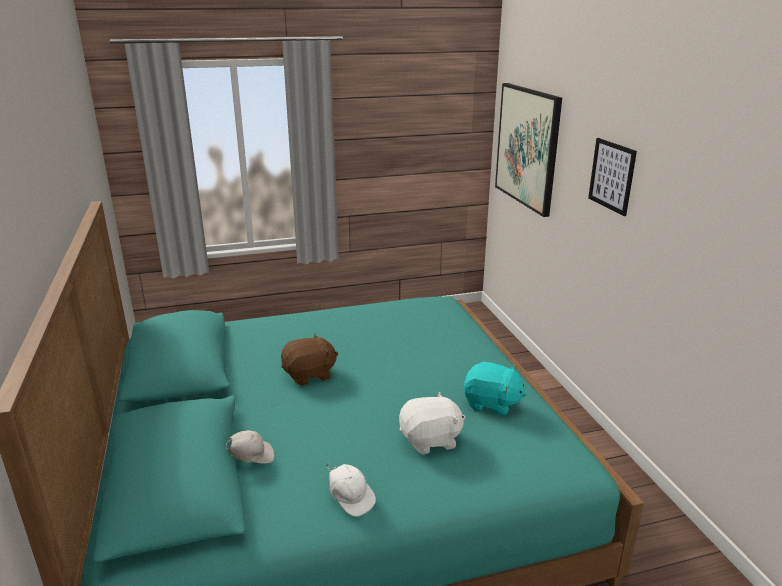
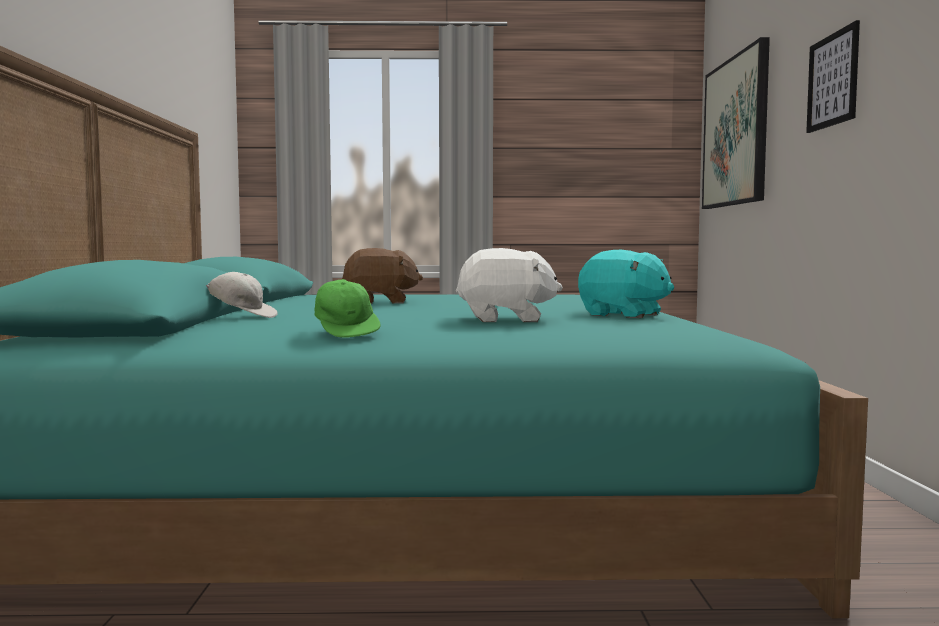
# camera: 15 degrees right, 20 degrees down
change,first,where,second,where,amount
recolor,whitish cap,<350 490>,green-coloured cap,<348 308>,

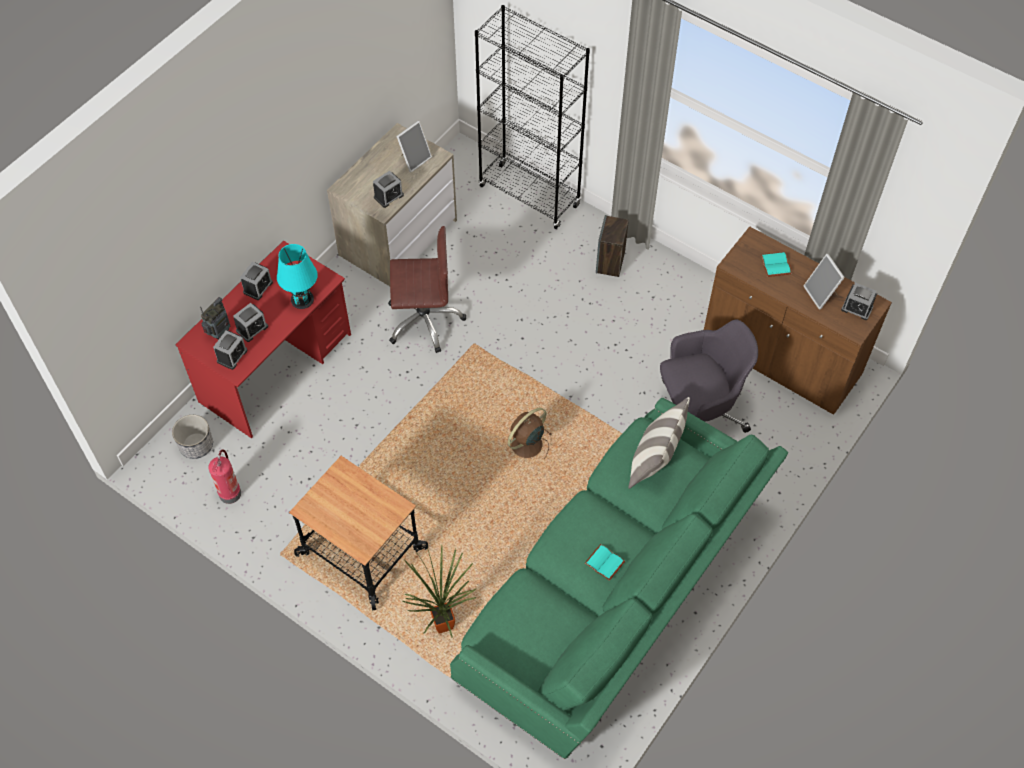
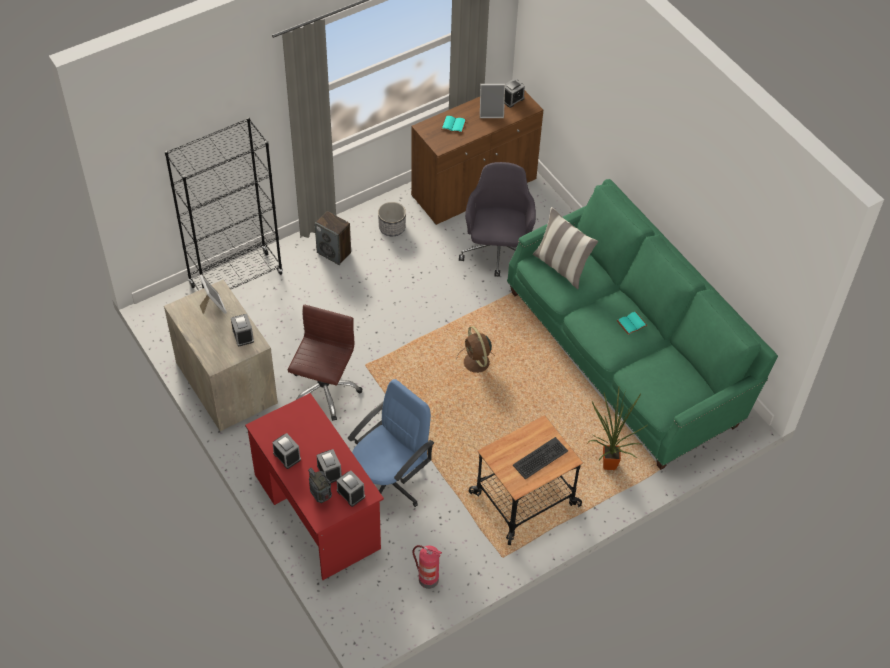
# camera: 70 degrees left, 5 degrees down
change,first,where,second,where,amount
insert,,,bluish desk chair,<391 443>,
move,plant pot,<192 437>,,<392 219>,
insert,,,keyboard,<540 458>,
delete,blue-green table lamp,<297 276>,,,

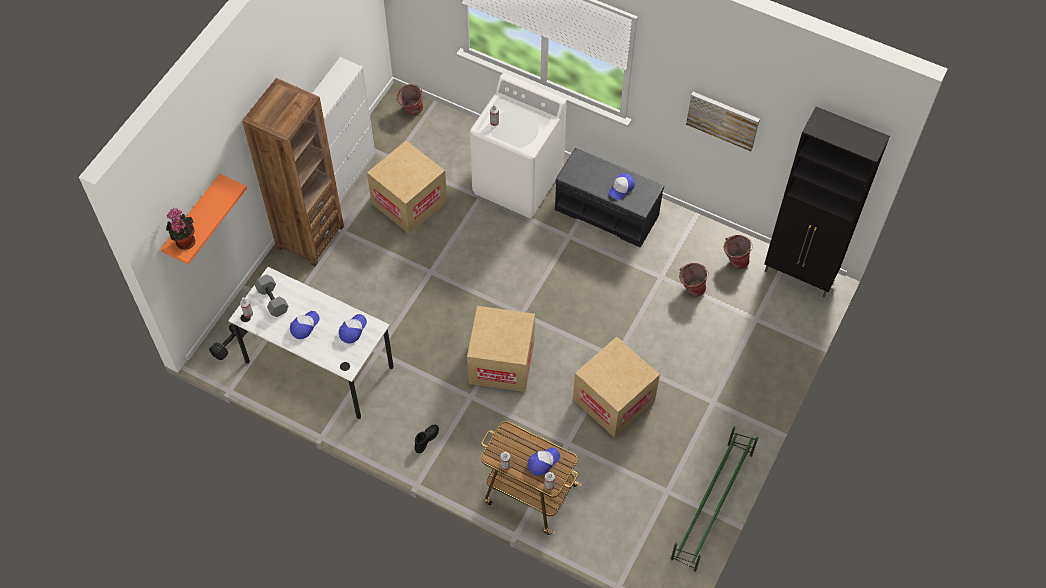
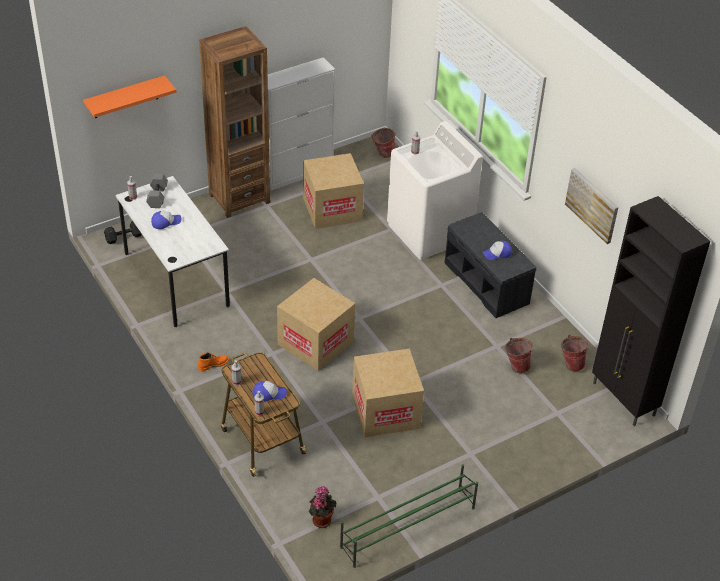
# camera: 30 degrees right, 15 degrees down
change,first,where,second,where,amount
recolor,blackish tall boot,<427 439>,orange-coloured tall boot,<213 361>,
move,houseplant,<180 229>,,<323 507>,
delete,cap,<353 328>,,,

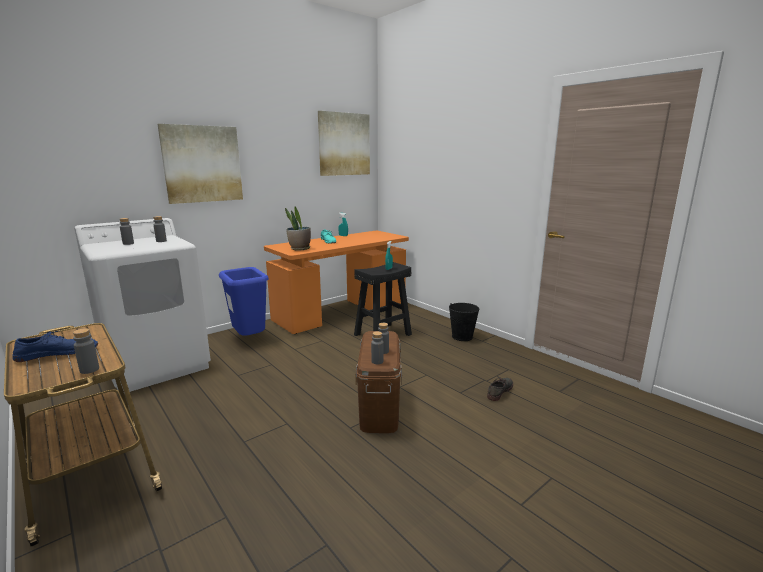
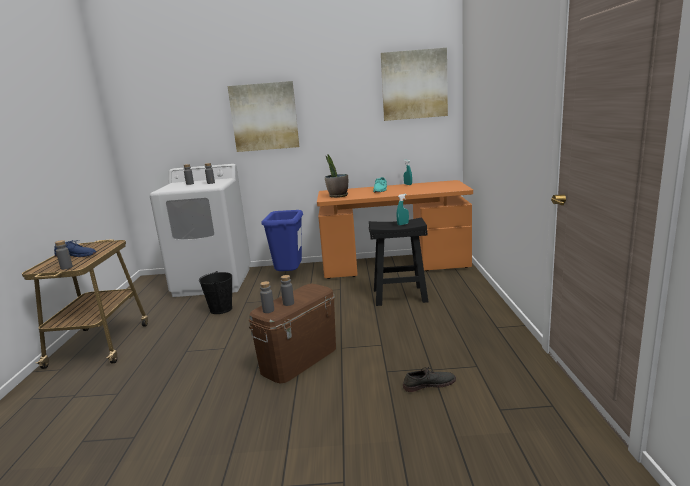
# camera: 40 degrees right, 0 degrees up
change,first,where,second,where,amount
move,blackish bucket,<464 322>,,<215 292>,

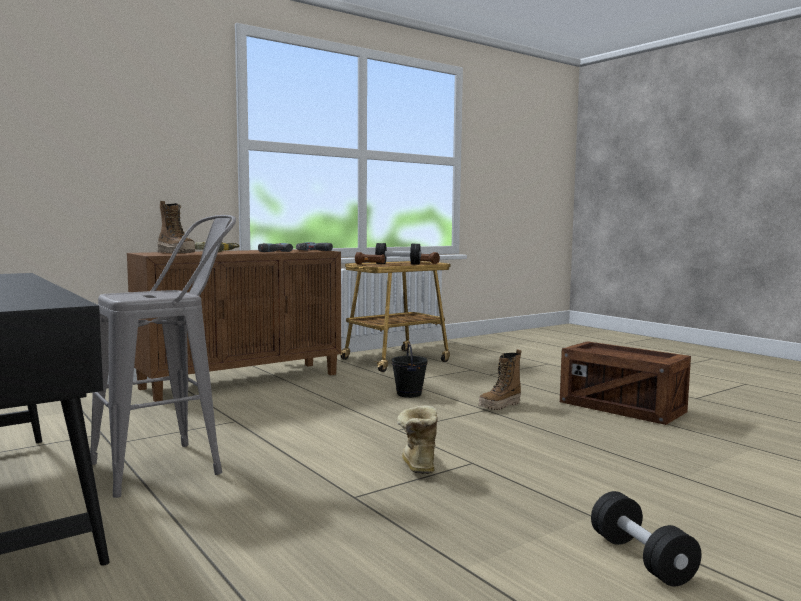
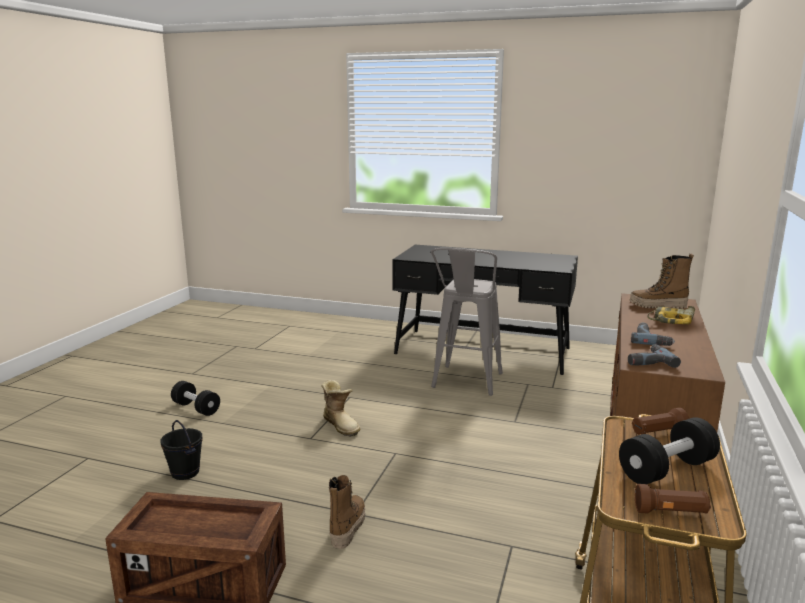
# camera: 145 degrees right, 10 degrees up
change,first,where,second,where,amount
move,blackish bucket,<410 370>,,<181 450>,

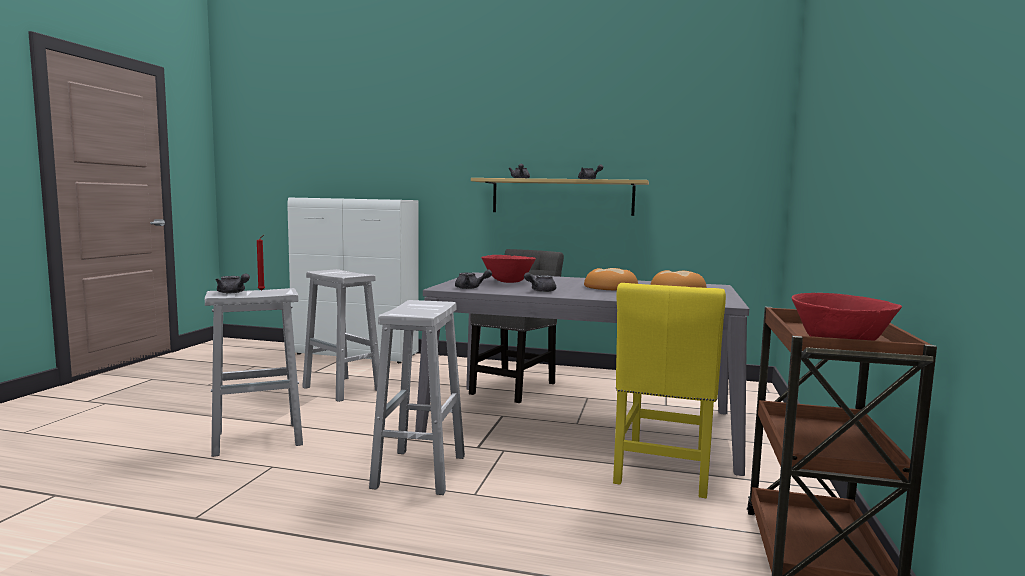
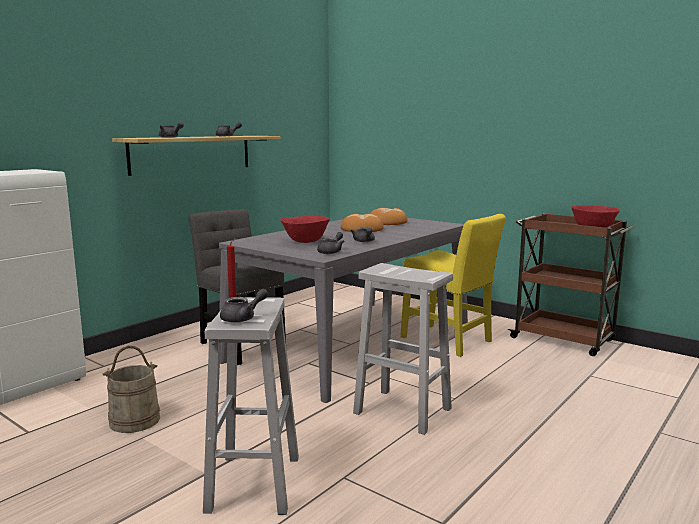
# camera: 65 degrees left, 5 degrees up
change,first,where,second,where,amount
replace,whitish stool seat,<341 335>,beige bucket,<131 389>,

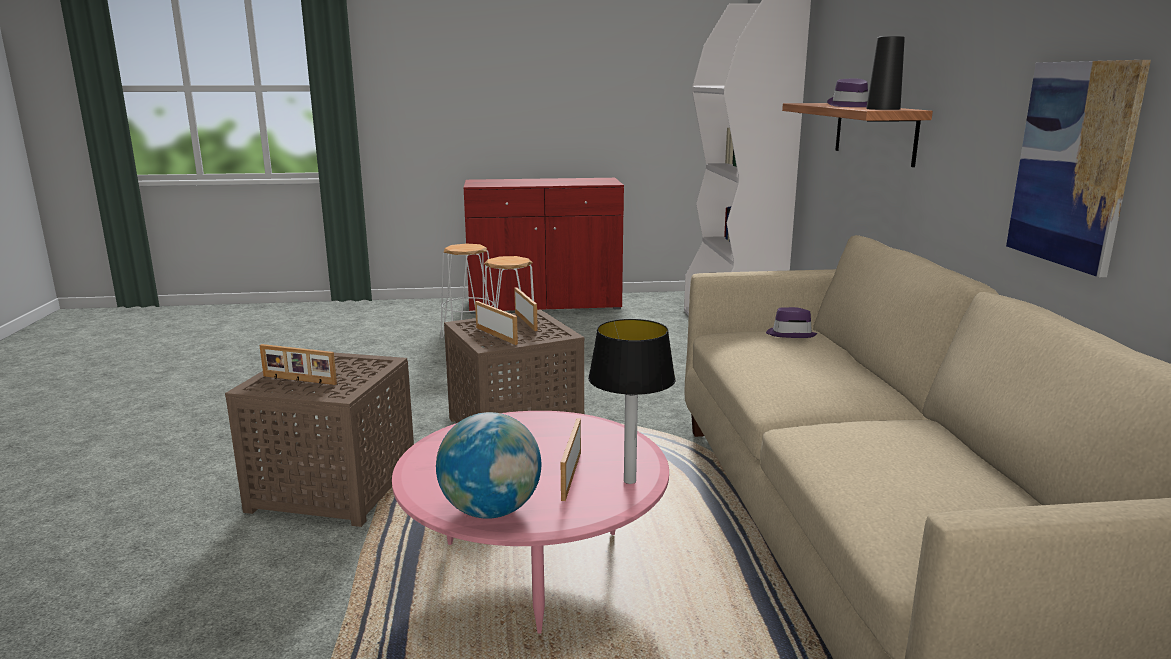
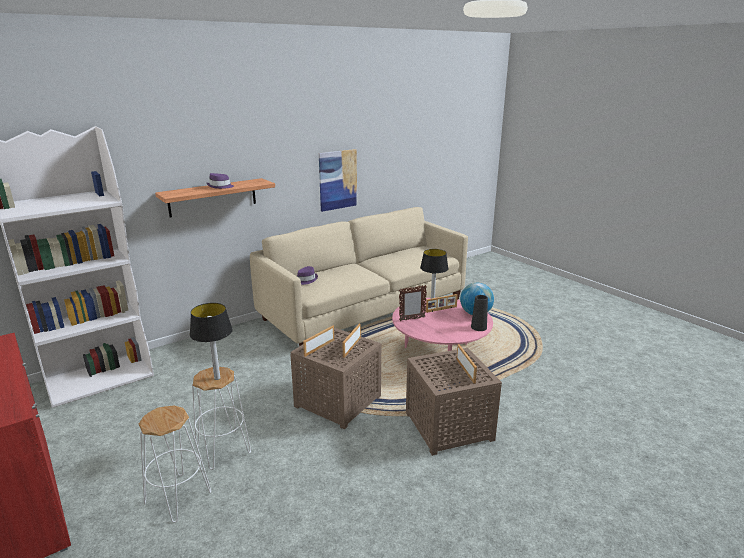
# camera: 120 degrees left, 5 degrees up
change,first,where,second,where,amount
insert,,,table lamp,<211 341>,
insert,,,standing frame,<413 303>,
move,blackish decorative vase,<885 73>,,<479 313>,

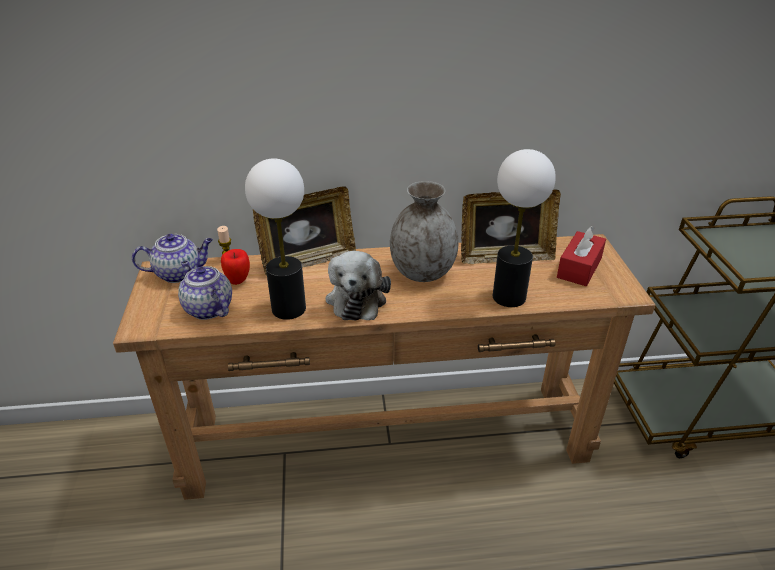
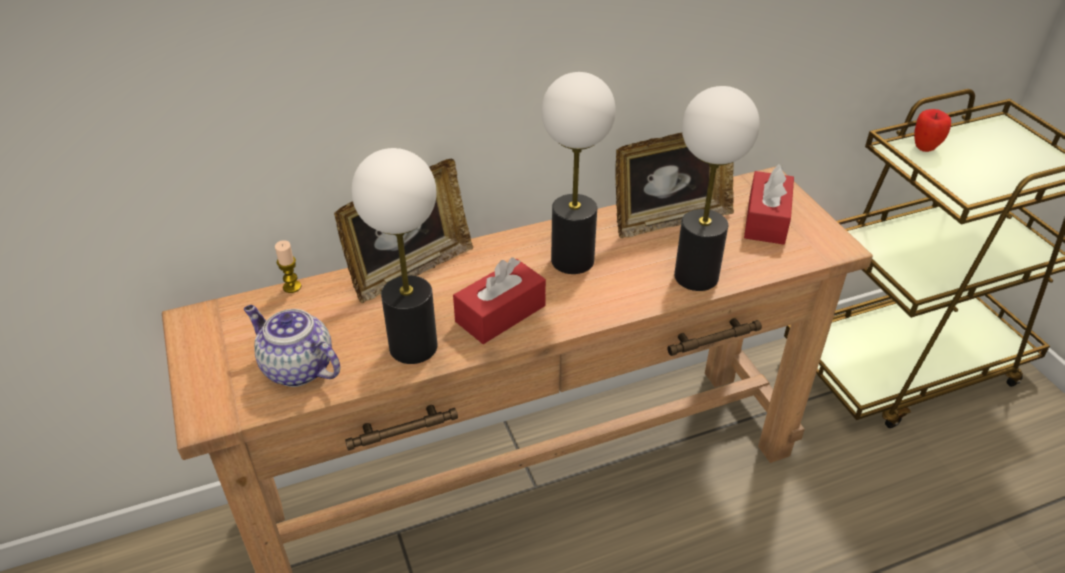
# camera: 15 degrees left, 5 degrees up
change,first,where,second,where,amount
replace,cuddly toy,<358 286>,reddish tissue box,<499 300>,
replace,gray decorative vase,<424 231>,table lamp,<578 173>,
move,whole apple,<235 267>,,<932 130>,
delete,pot for tea,<172 258>,,,

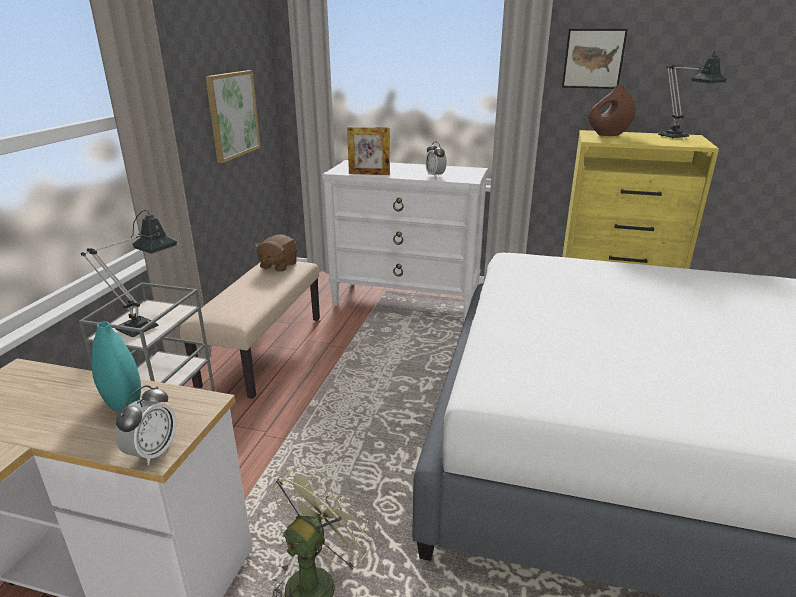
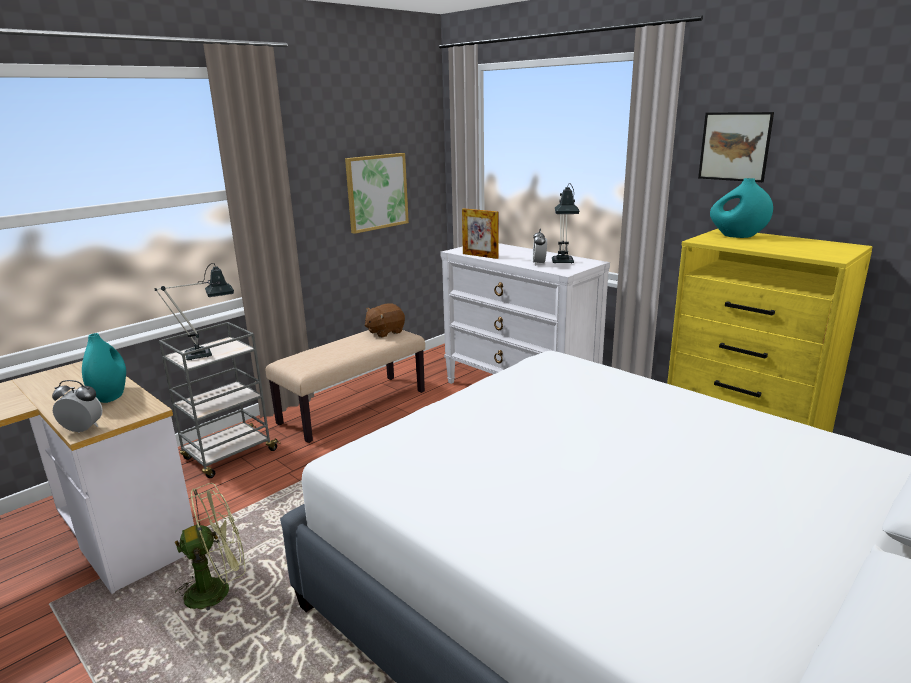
# camera: 30 degrees right, 5 degrees down
change,first,where,second,where,amount
rotate,bedside clock,<145 425>,,<77 406>,135 degrees counterclockwise
move,table lamp,<692 95>,,<566 223>,
recolor,brown-coloured decorative vase,<612 110>,blue-green decorative vase,<741 208>,

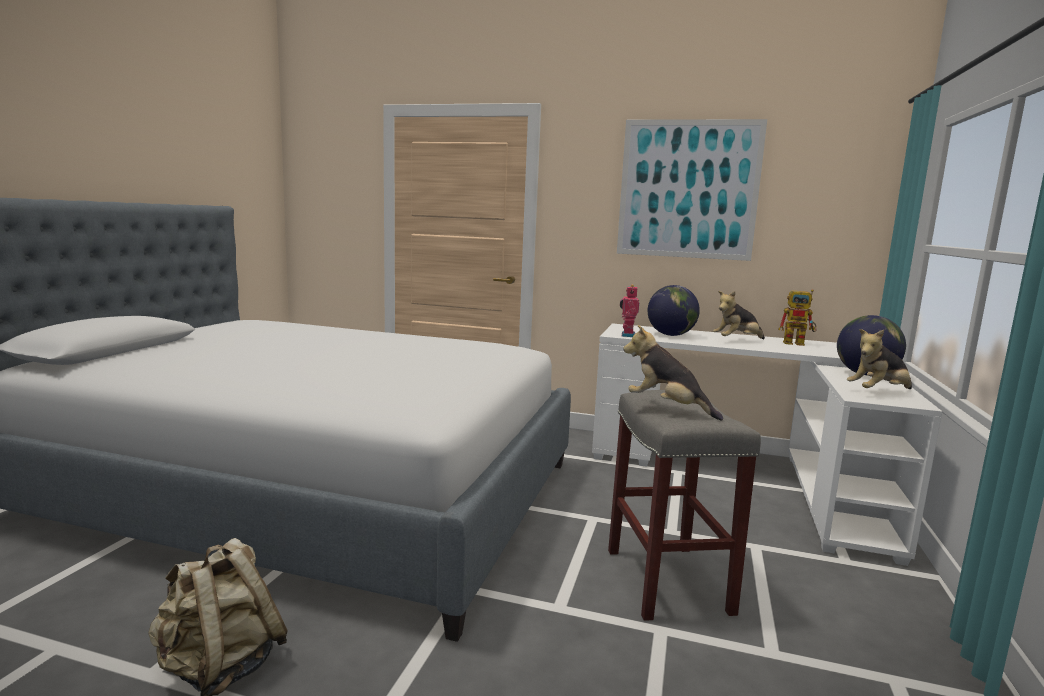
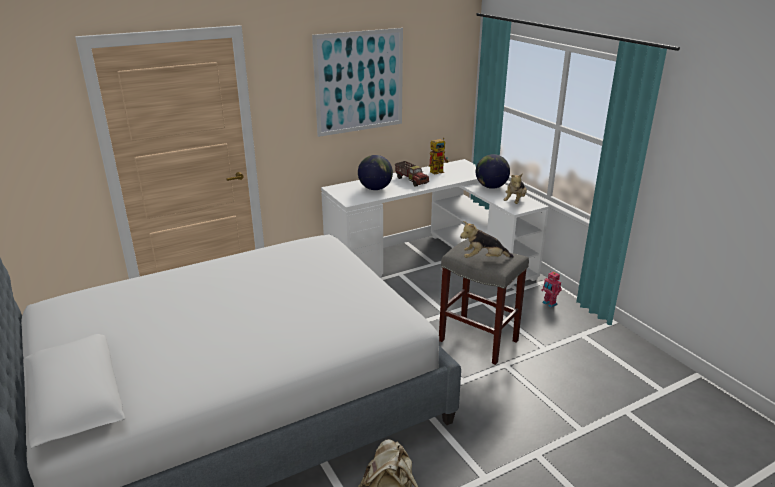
# camera: 45 degrees left, 15 degrees up
change,first,where,second,where,amount
replace,cuddly toy,<739 315>,toy lorry,<412 174>,
move,toy robot,<629 311>,,<551 289>,

